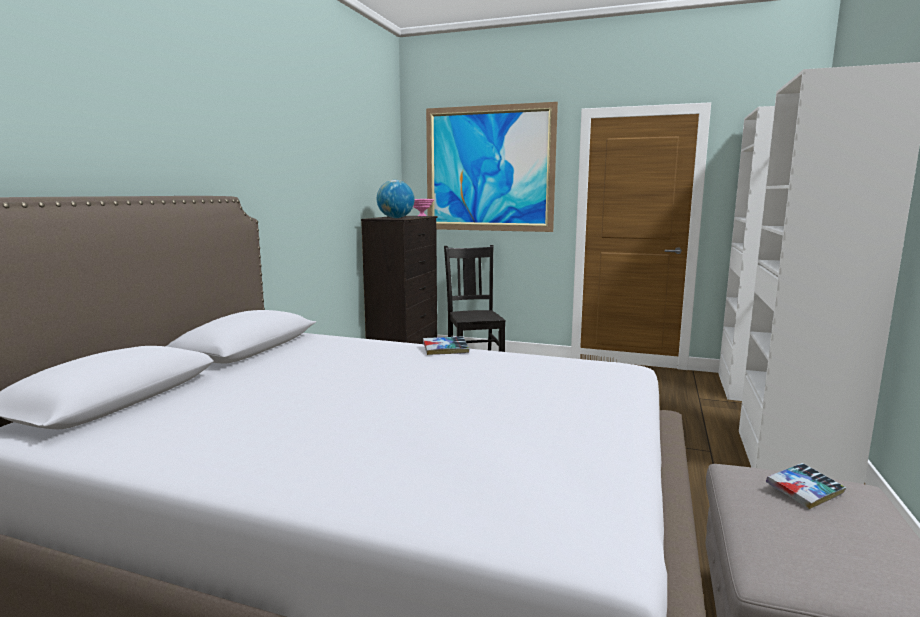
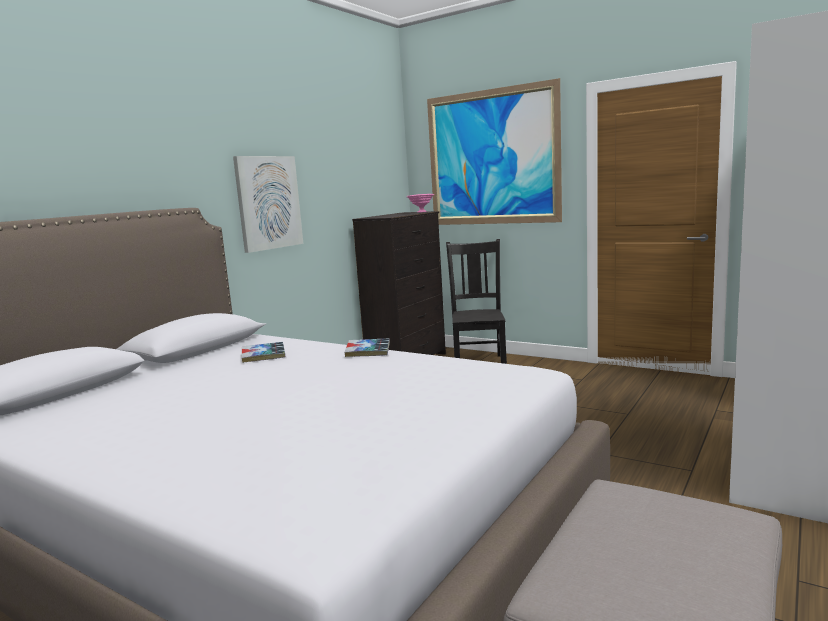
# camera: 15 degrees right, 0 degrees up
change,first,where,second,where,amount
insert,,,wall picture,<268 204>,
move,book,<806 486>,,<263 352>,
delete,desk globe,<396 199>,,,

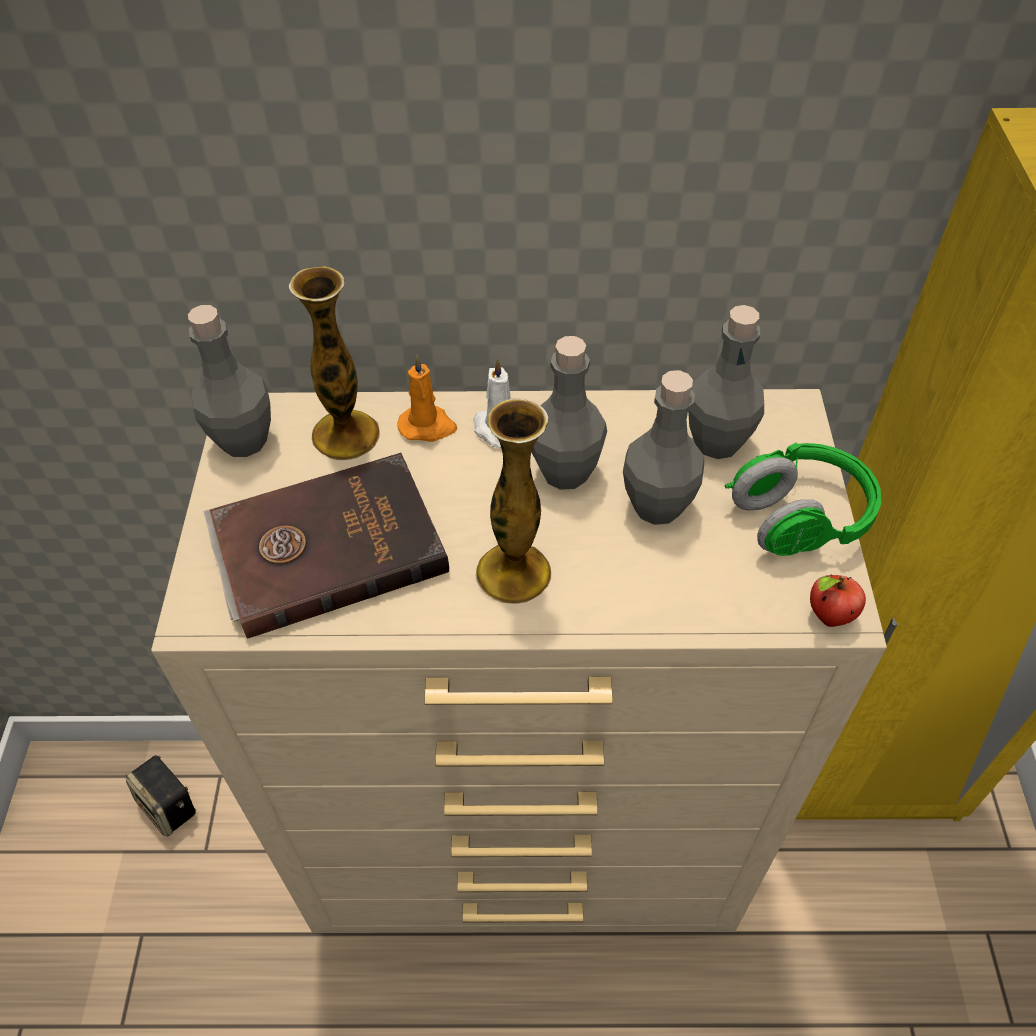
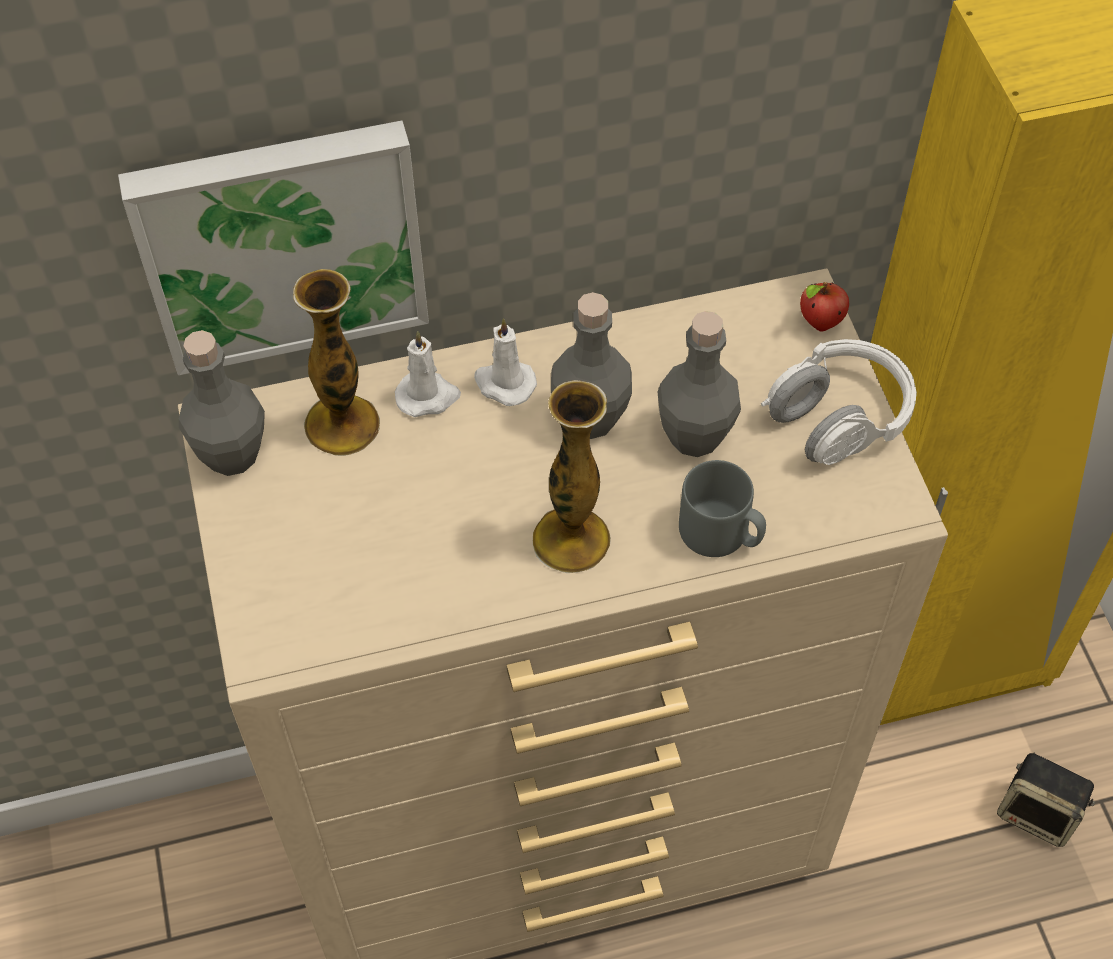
# camera: 15 degrees left, 5 degrees up
change,first,where,second,where,amount
insert,,,wall picture,<273 248>,
recolor,orange-coloured wax light,<428 398>,whitish wax light,<428 374>,
insert,,,gray tea mug,<722 508>,
recolor,green-coloured headphones,<803 499>,whitish headphones,<839 402>,
move,whole apple,<838 601>,,<824 307>,
move,audio speaker,<160 795>,,<1046 800>,
delete,brown-coloured book,<326 546>,,,
delete,gray bottle,<726 382>,,,

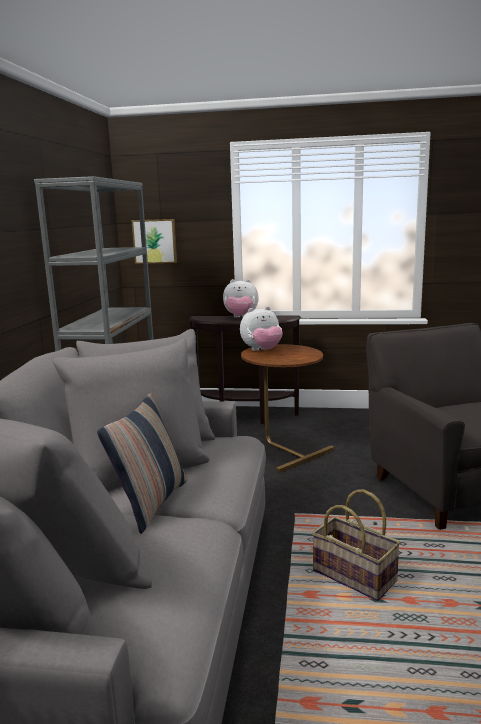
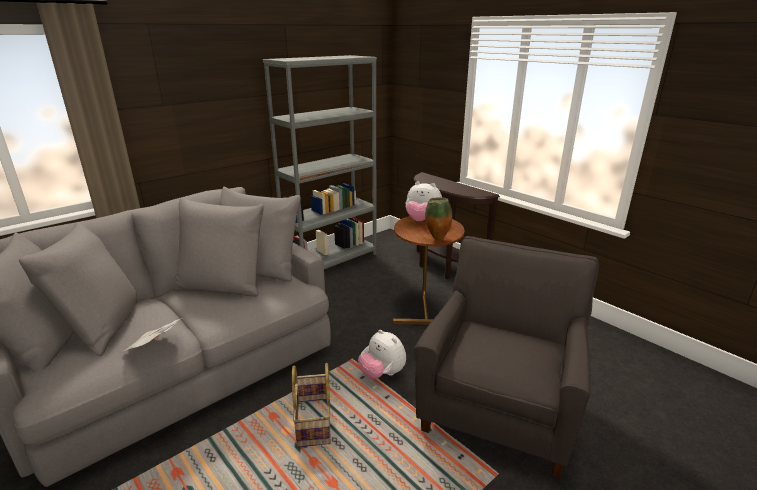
# camera: 40 degrees right, 10 degrees up
change,first,where,second,where,amount
insert,,,daily paper,<152 334>,
move,cuddly toy,<241 298>,,<382 354>,
insert,,,decorative vase,<438 219>,
delete,pillow,<142 463>,,,
delete,wall picture,<154 241>,,,

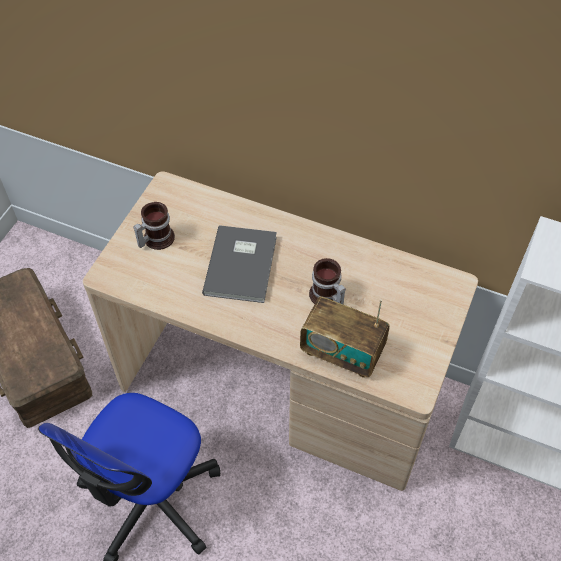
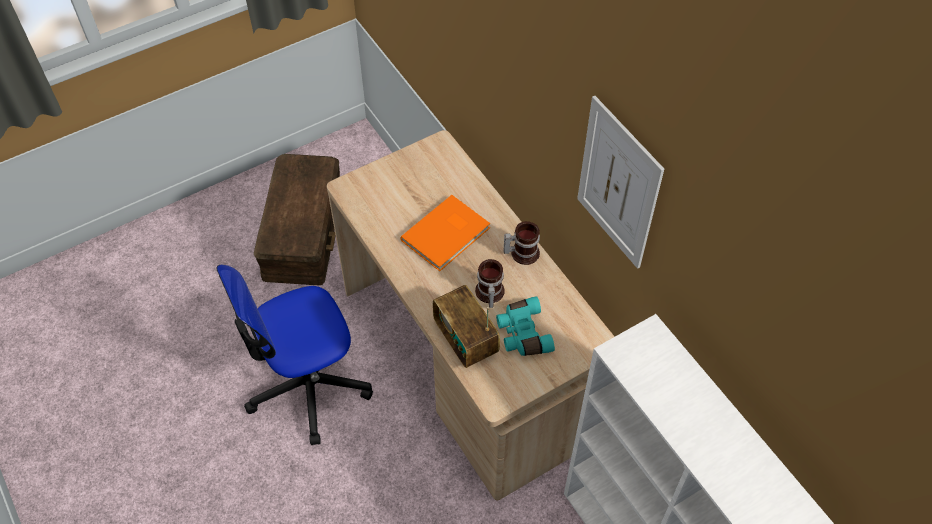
# camera: 35 degrees right, 0 degrees up
change,first,where,second,where,amount
recolor,gray book,<239 264>,orange-coloured book,<445 233>,
insert,,,blue-green binoculars,<525 326>,
move,tea mug,<154 226>,,<522 243>,
insert,,,wall picture,<620 182>,

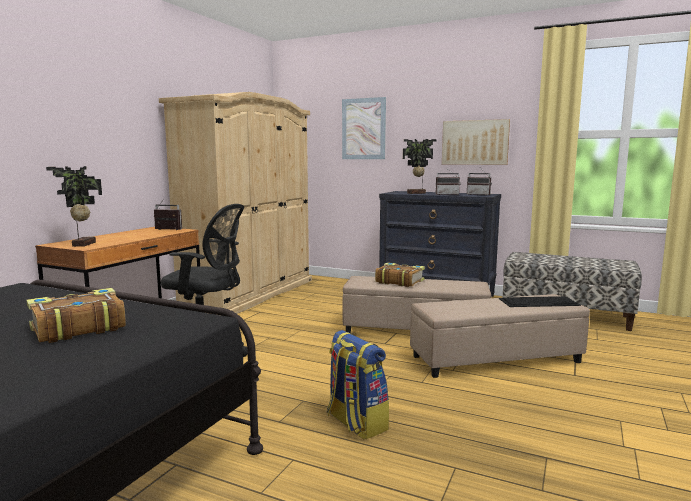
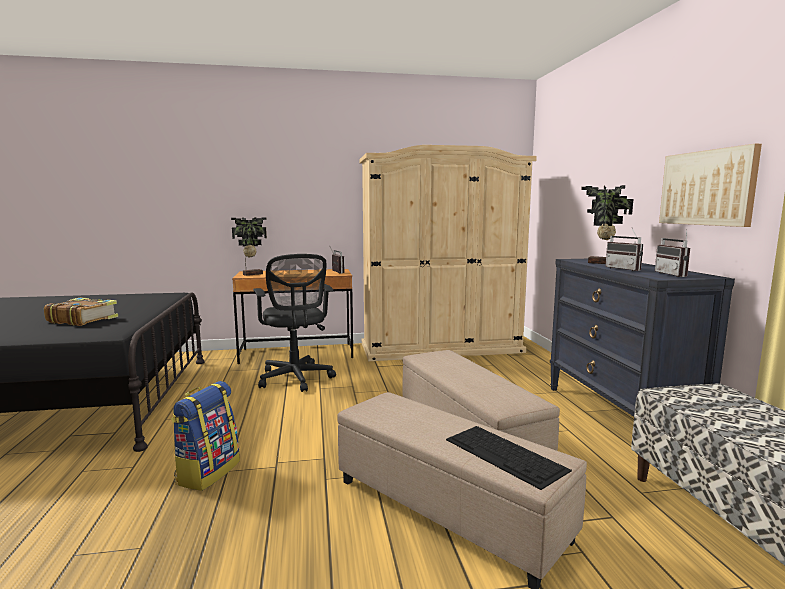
# camera: 55 degrees right, 0 degrees up
change,first,where,second,where,amount
delete,wall picture,<364 128>,,,
delete,book,<400 275>,,,

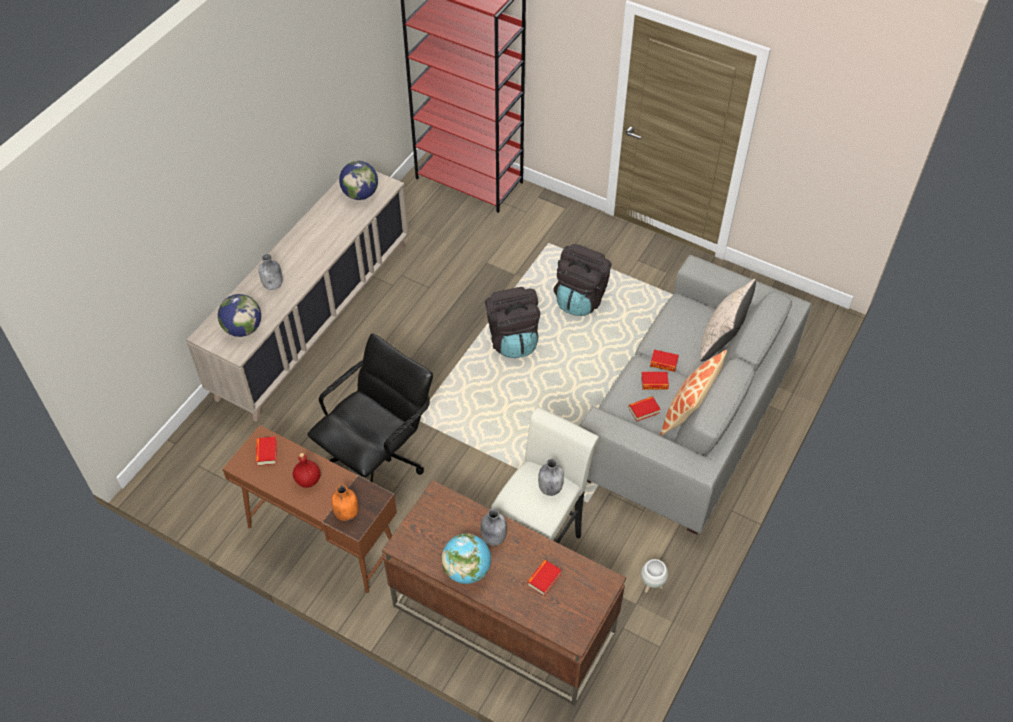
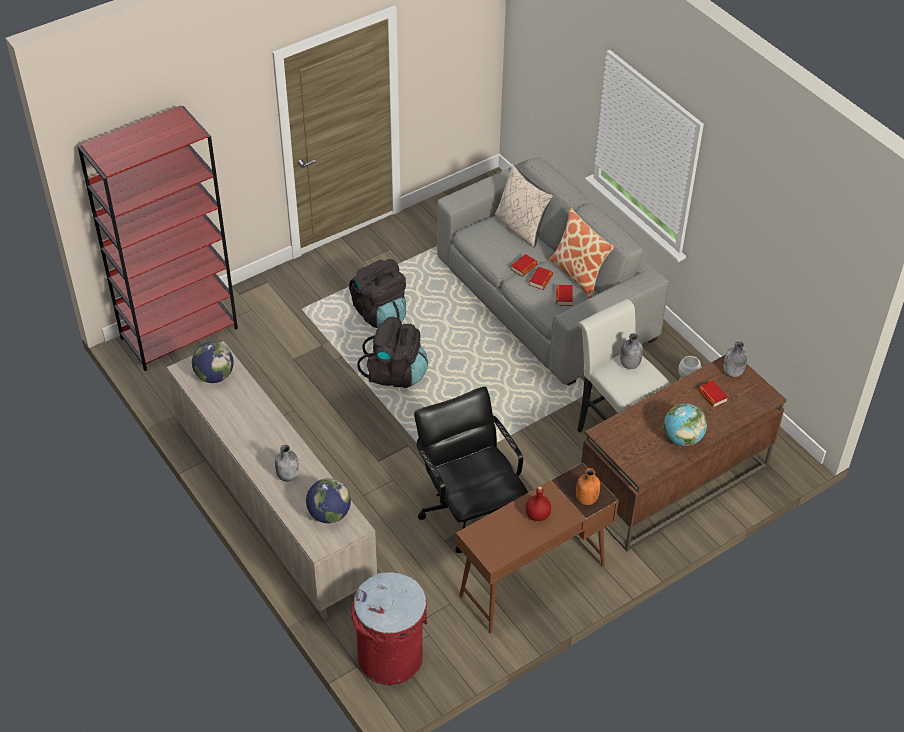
# camera: 65 degrees left, 5 degrees down
change,first,where,second,where,amount
insert,,,reddish trash can,<389 628>,
move,gray bottle,<494 527>,,<735 359>,
delete,book,<266 451>,,,

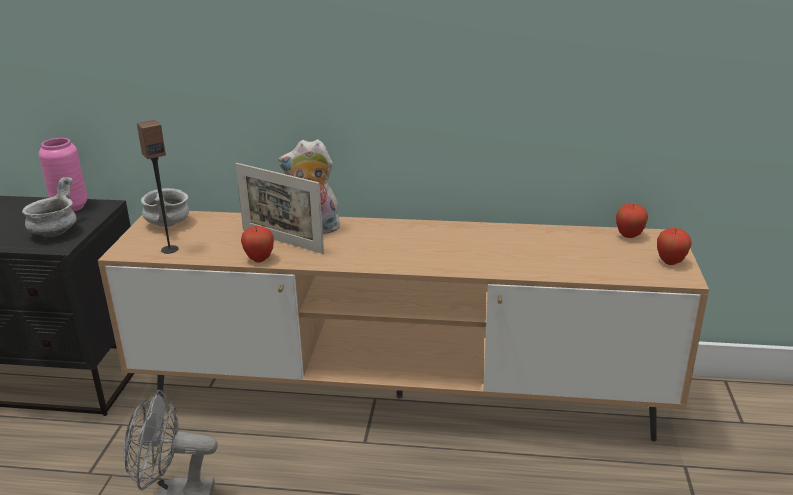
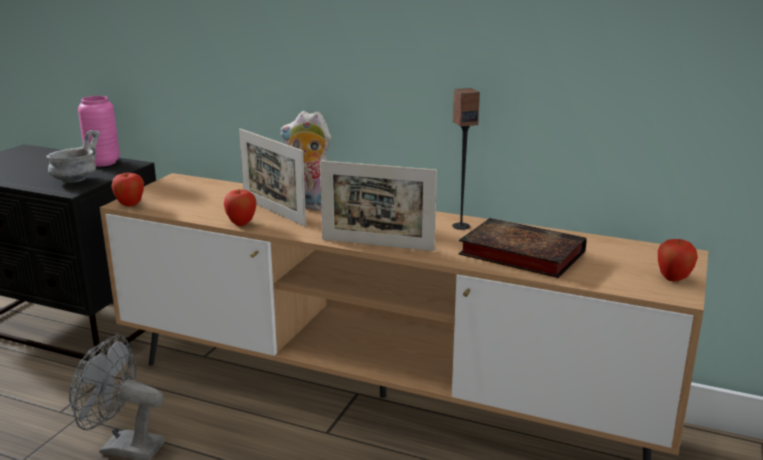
# camera: 15 degrees right, 5 degrees down
change,first,where,second,where,amount
move,whole apple,<632 221>,,<127 189>,
insert,,,standing frame,<378 205>,
move,audio speaker,<158 187>,,<466 159>,
insert,,,book,<522 248>,
delete,gray deep dish,<165 207>,,,

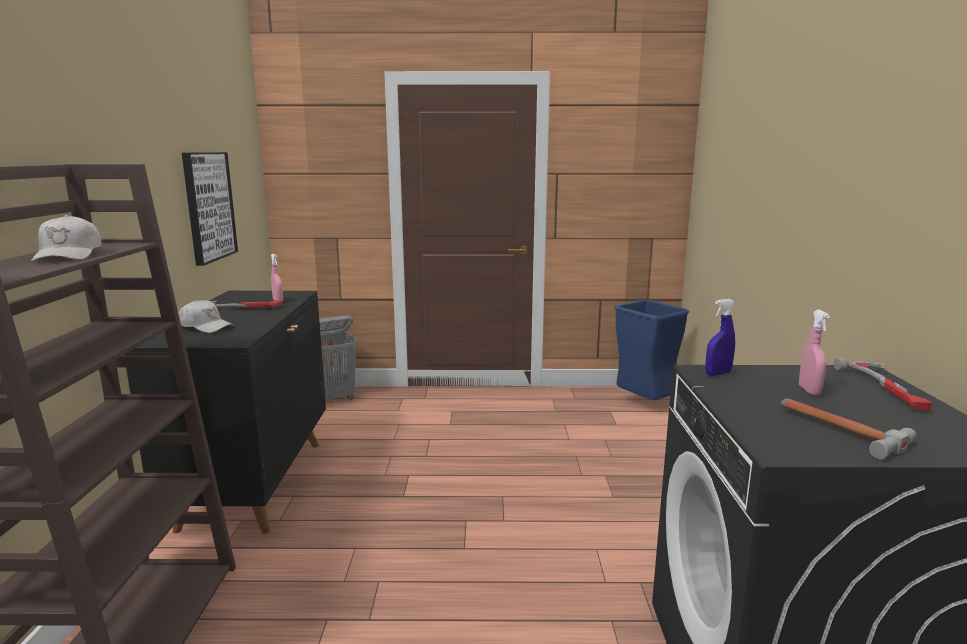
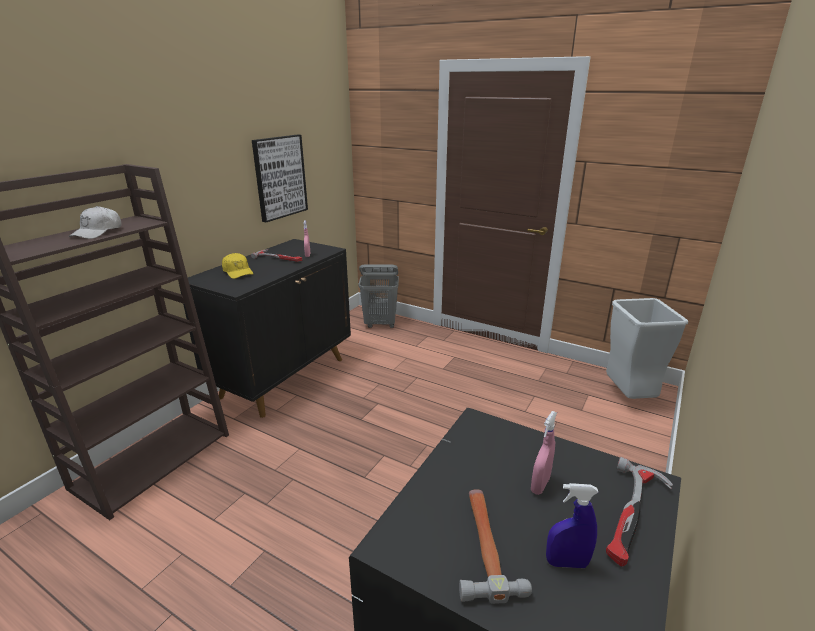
# camera: 30 degrees right, 10 degrees up
change,first,where,second,where,amount
recolor,whitish cap,<205 316>,yellowish cap,<237 266>,
move,bluish hand sprayer,<720 337>,,<572 525>,
recolor,bluish trash can,<652 350>,gray trash can,<647 348>,

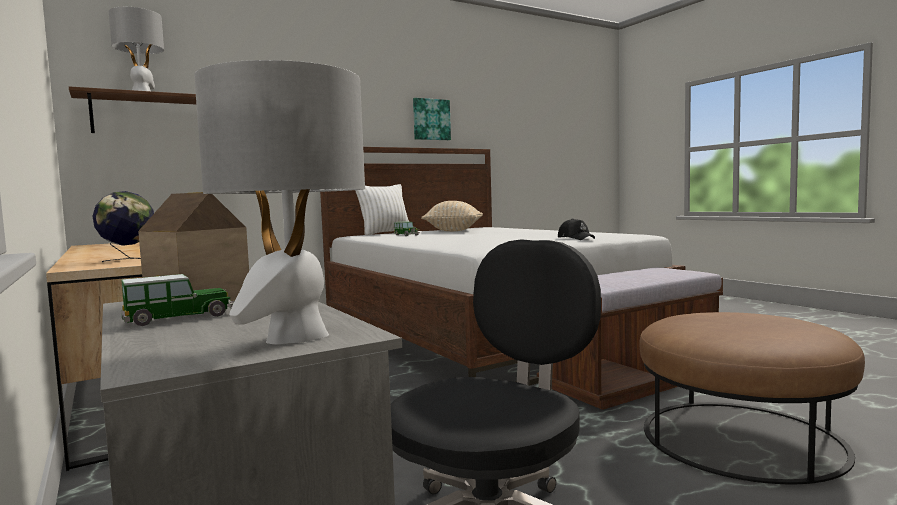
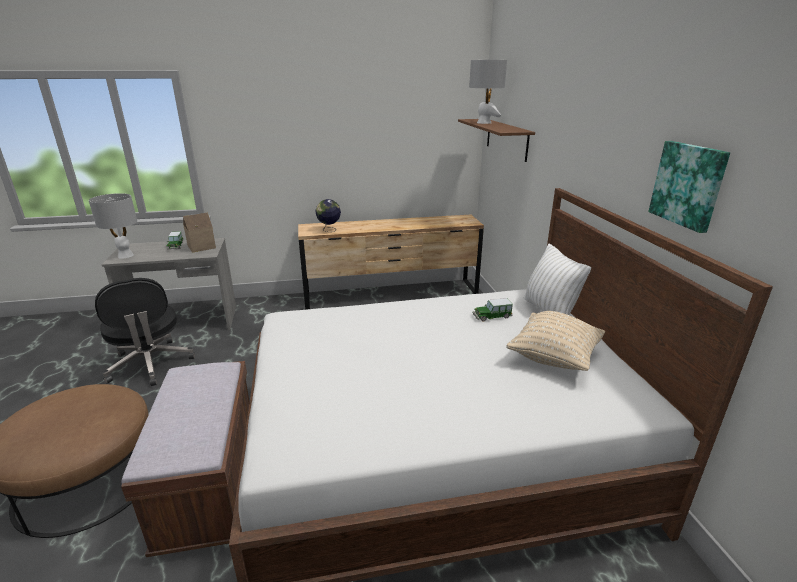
# camera: 110 degrees right, 20 degrees up
change,first,where,second,where,amount
delete,blackish cap,<576 229>,,,

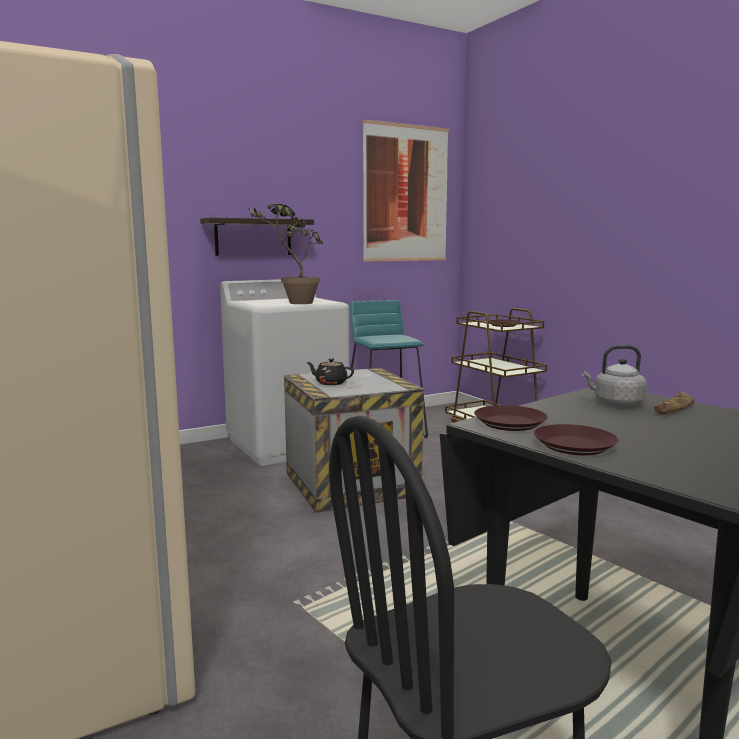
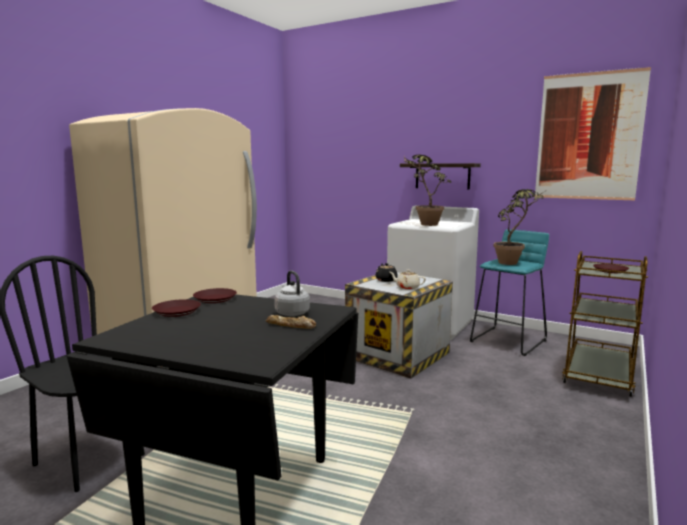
# camera: 60 degrees right, 0 degrees up
change,first,where,second,where,amount
insert,,,beige pot for tea,<408 280>,
insert,,,houseplant,<519 227>,

